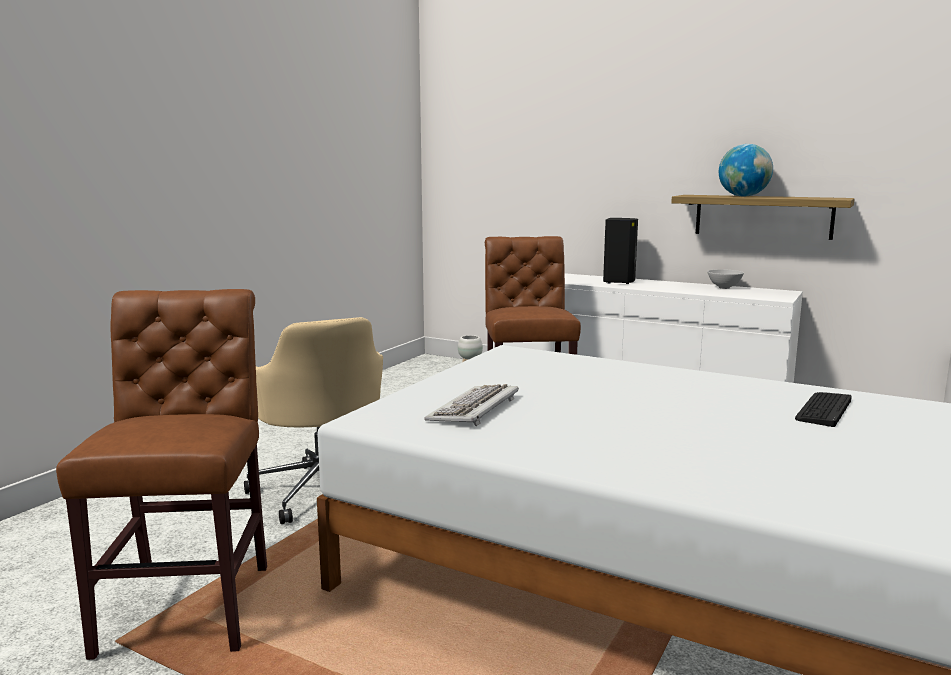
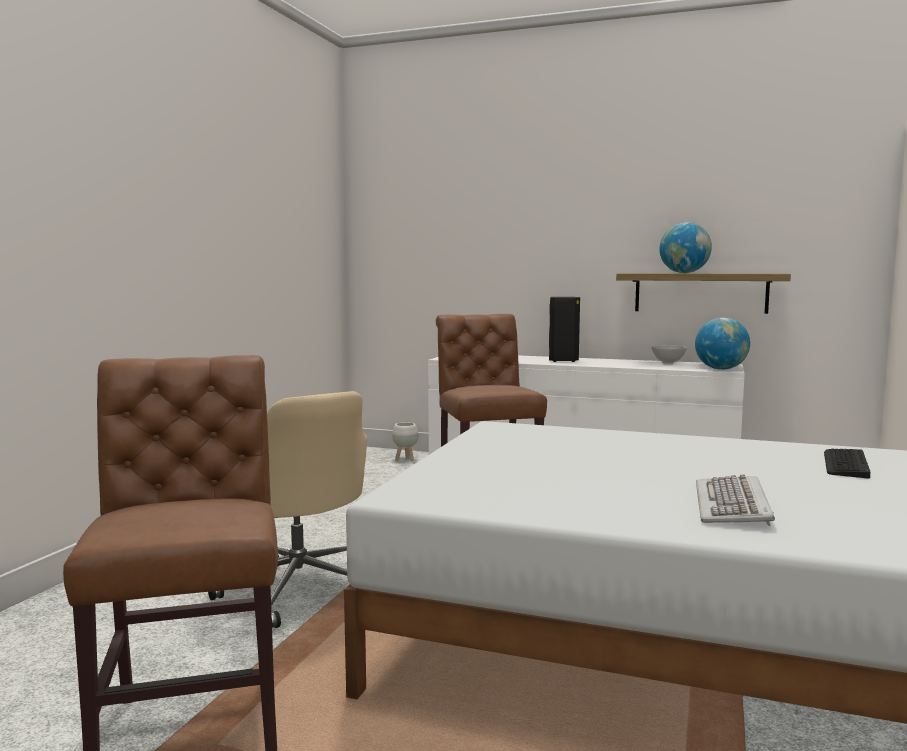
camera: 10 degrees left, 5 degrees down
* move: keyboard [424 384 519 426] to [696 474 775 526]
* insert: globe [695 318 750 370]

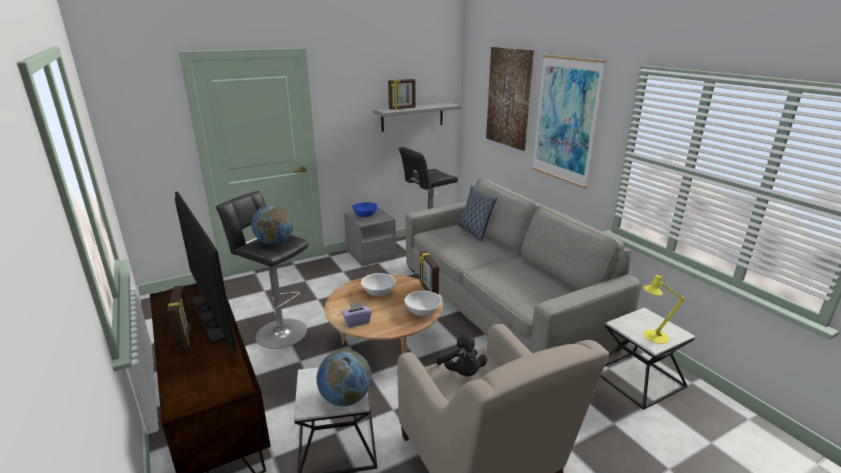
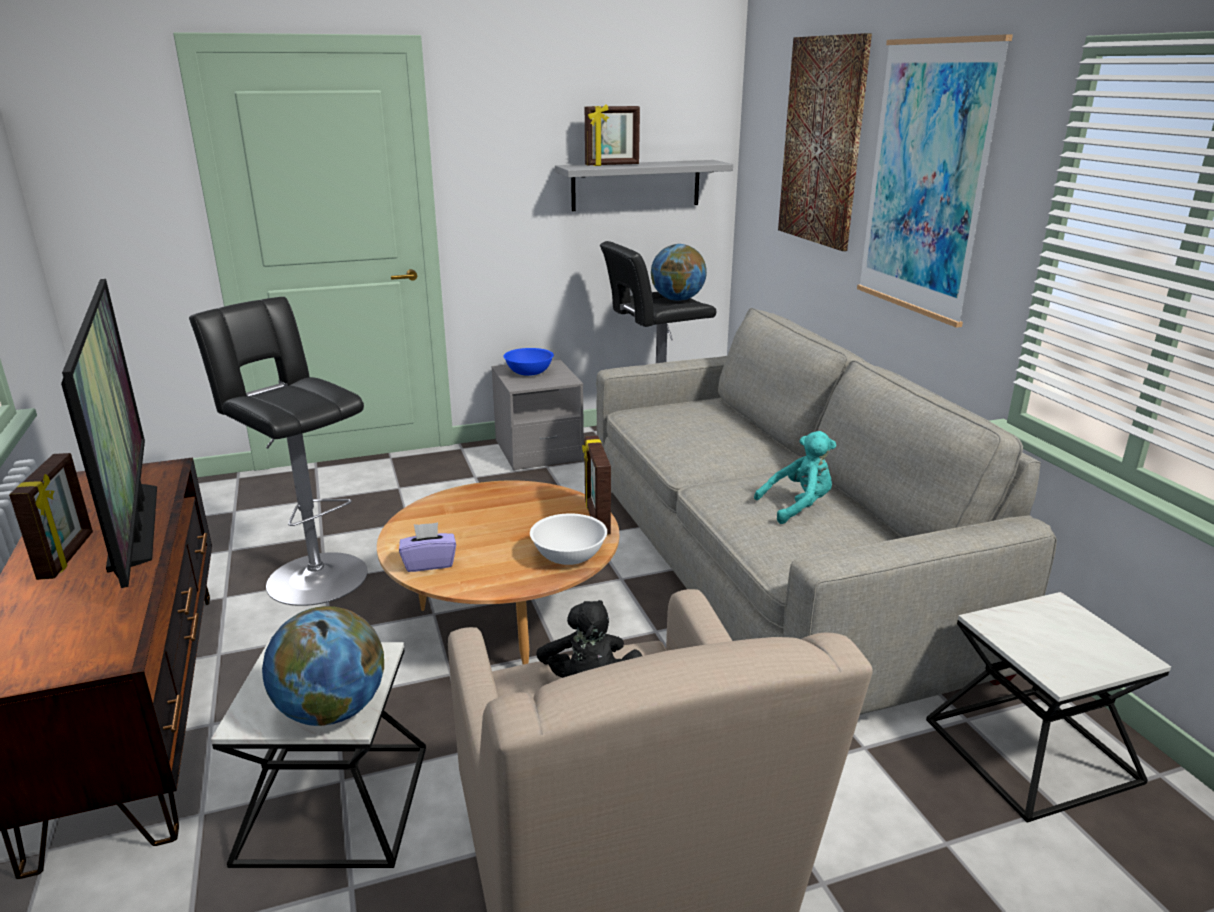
camera: 10 degrees right, 0 degrees up
* move: globe [251 204 294 245] to [651 244 707 301]
* delete: bowl/white [361 273 396 296]
* delete: throw pillow [458 185 497 242]
* delete: tabletop lamp/yellowish [643 272 685 344]
* insert: soft toy/turquoise-coloured [754 431 837 524]

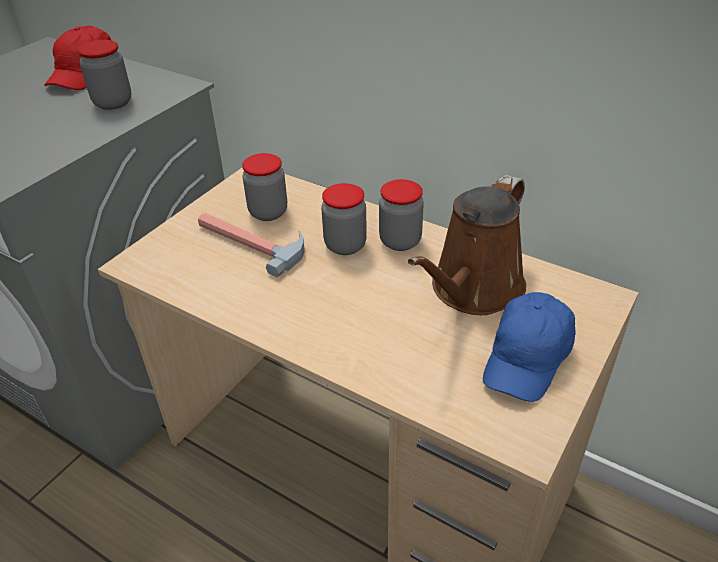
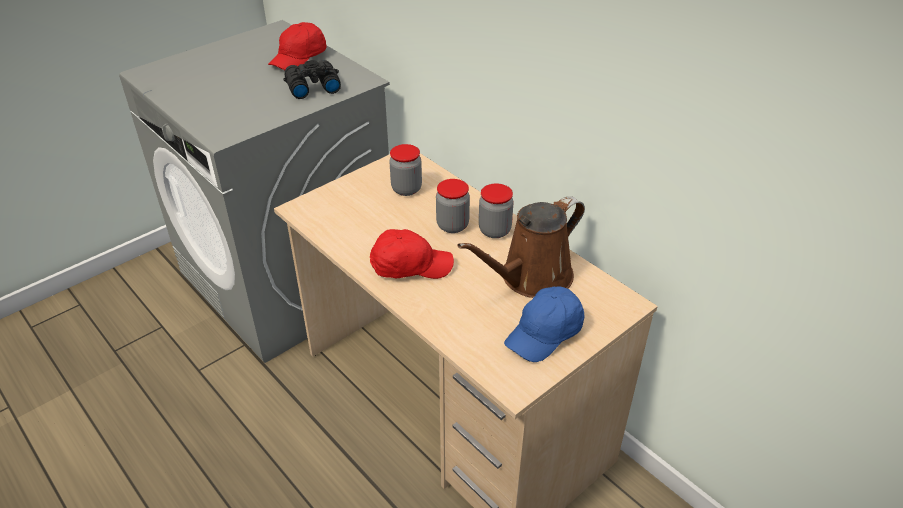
camera: 15 degrees right, 0 degrees up
* replace: preserve jar [77 40 132 110] to field glasses/black-coloured [283 60 341 99]
* delete: tool hammer [198 213 304 278]
* insert: baseball cap/red [370 229 454 279]

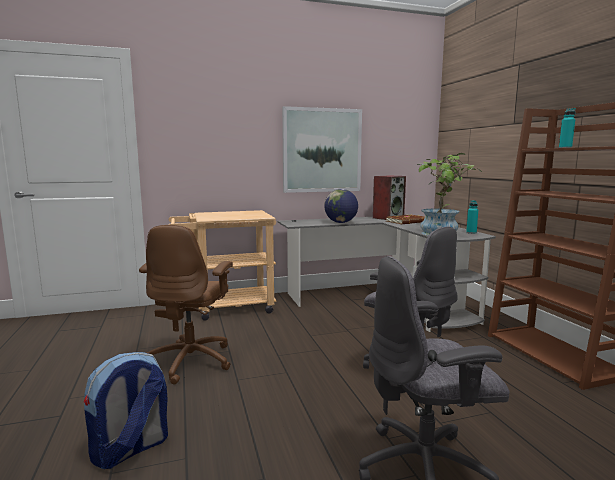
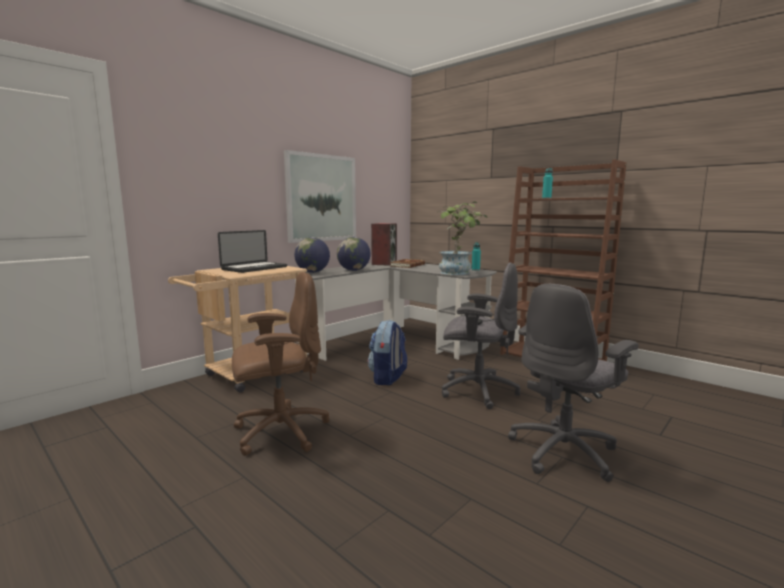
camera: 30 degrees left, 0 degrees up
* move: rucksack [84 352 168 469] to [368 320 407 385]
* rotate: office chair/brown-coloured [139 225 233 384] = [232 272 329 456] 90 degrees counterclockwise
* insert: notebook computer [218 230 287 273]
* insert: globe [294 237 330 273]

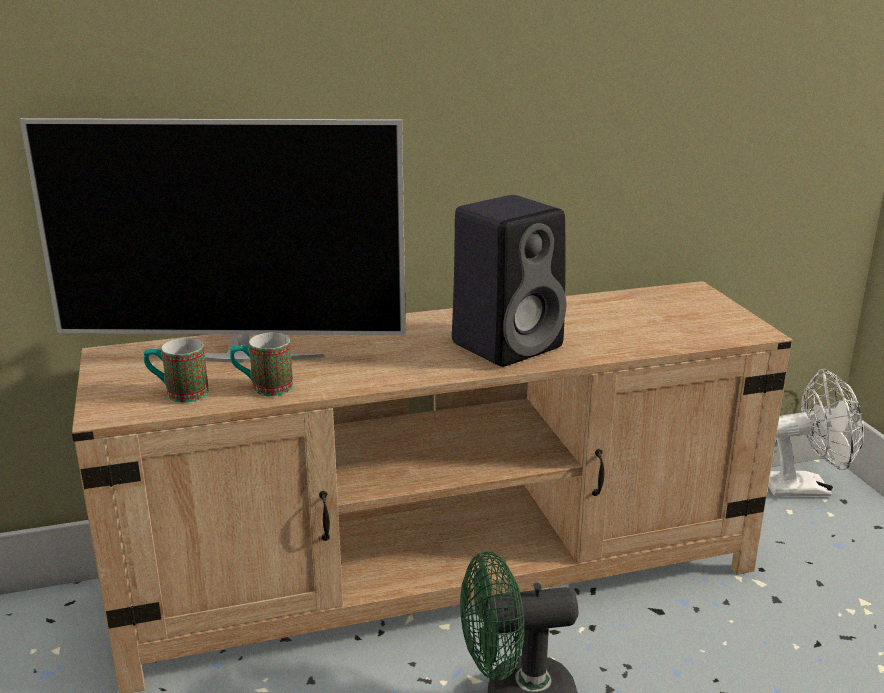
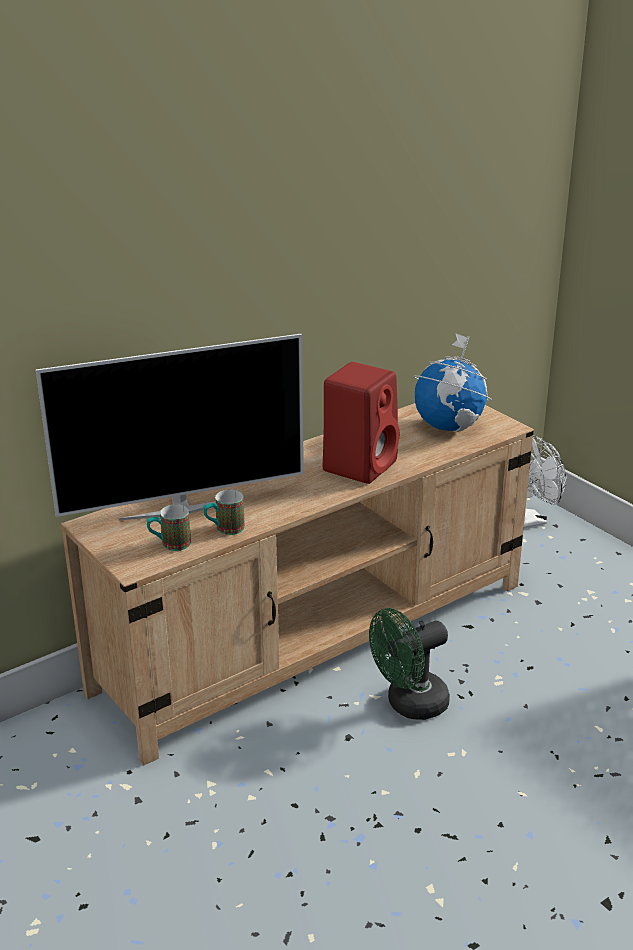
camera: 20 degrees left, 5 degrees up
* recolor: audio speaker/black-coloured [452 195 566 367] to audio speaker/red [323 362 399 484]
* insert: globe [413 333 492 432]

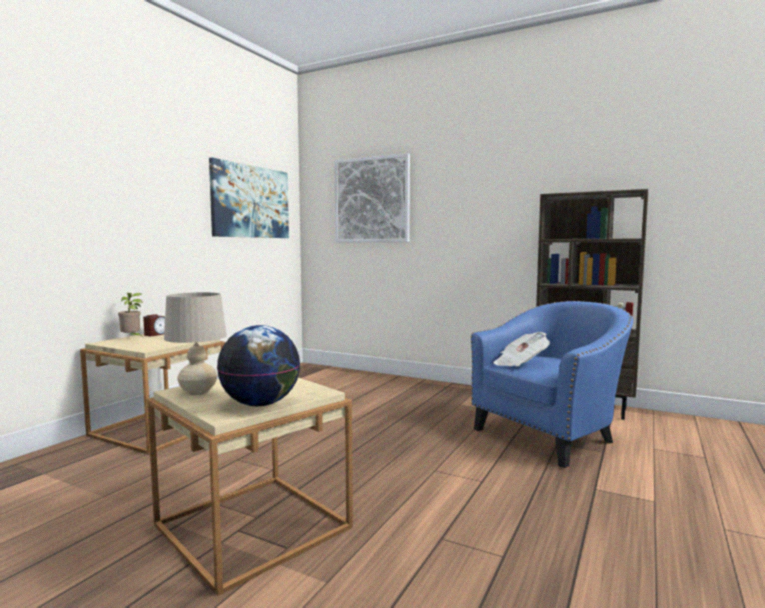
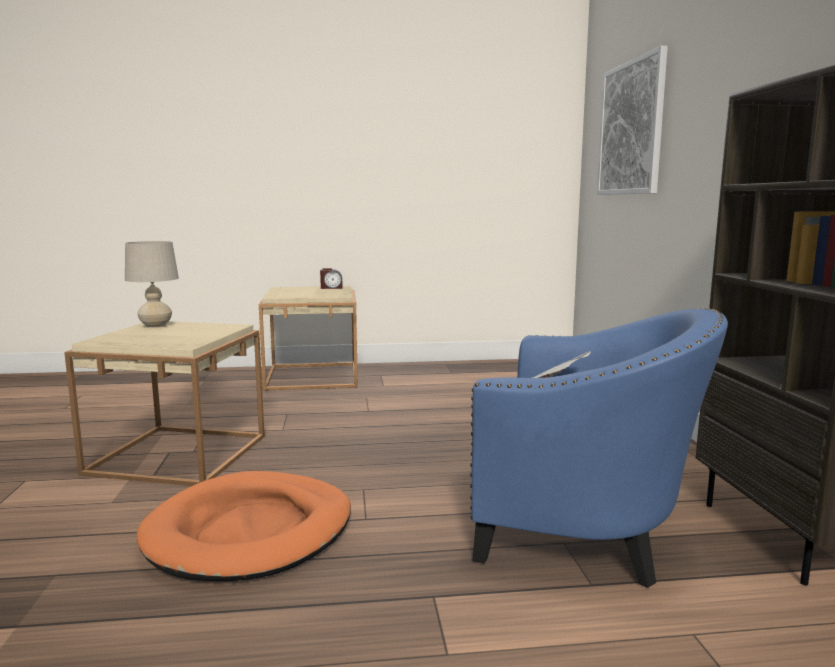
camera: 55 degrees right, 5 degrees up
* delete: potted plant [118 293 143 337]
* delete: wall picture [209 157 289 238]
* delete: globe [217 325 300 406]
* insert: pet bed/orangey [137 471 351 581]

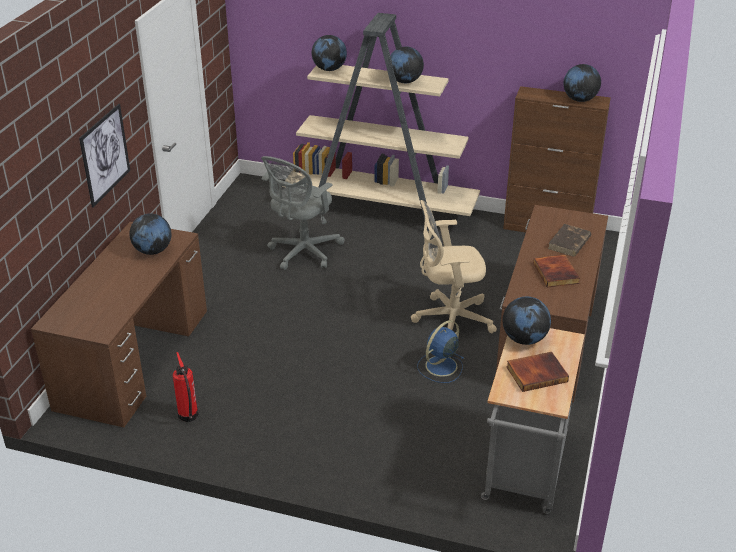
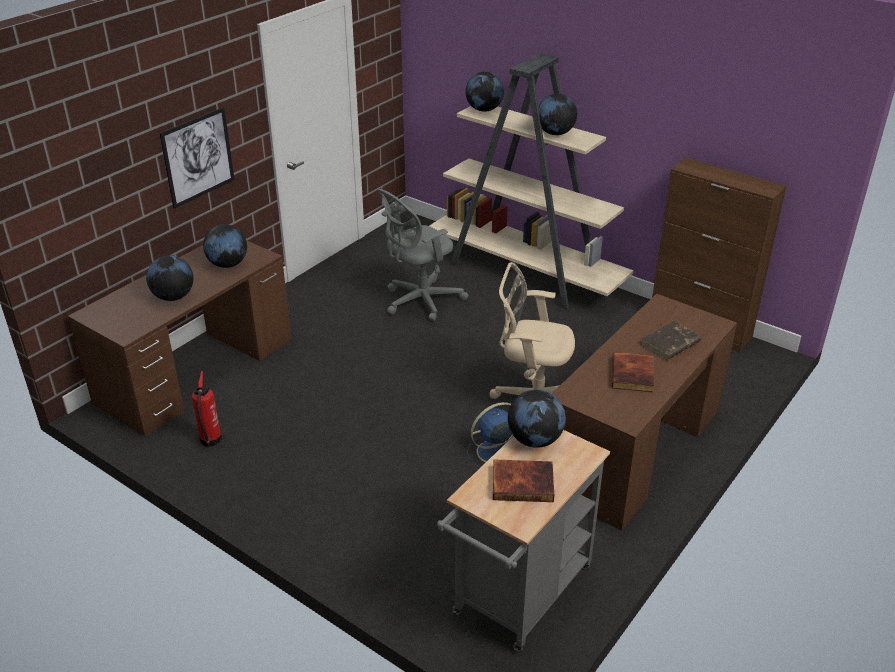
camera: 20 degrees right, 0 degrees up
* move: globe [564 64 601 102] to [146 255 193 301]

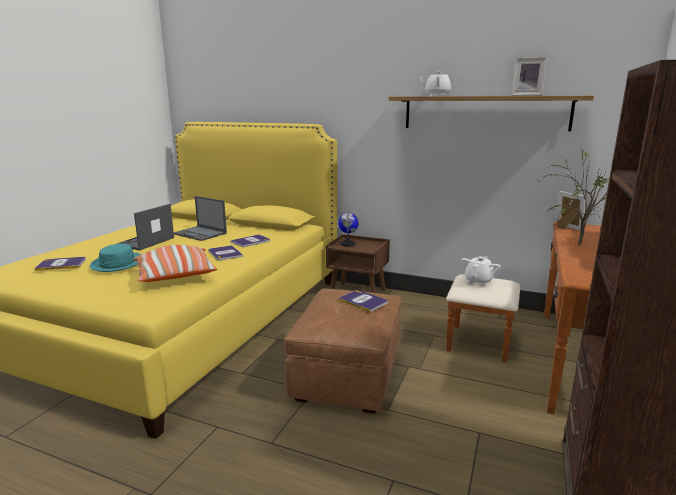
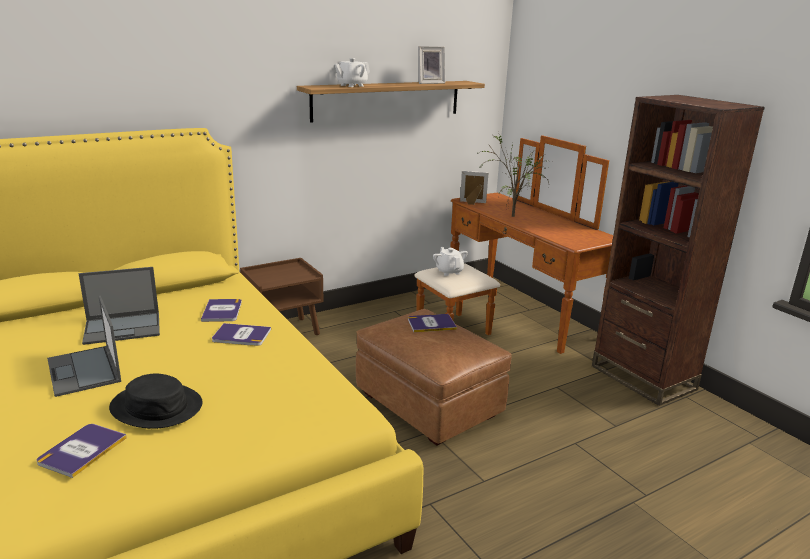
camera: 55 degrees left, 5 degrees up
* recolor: hat/turquoise-coloured [90 244 141 272] to hat/black-coloured [109 374 203 429]
* delete: throw pillow [134 245 217 282]
* delete: globe [338 212 359 247]

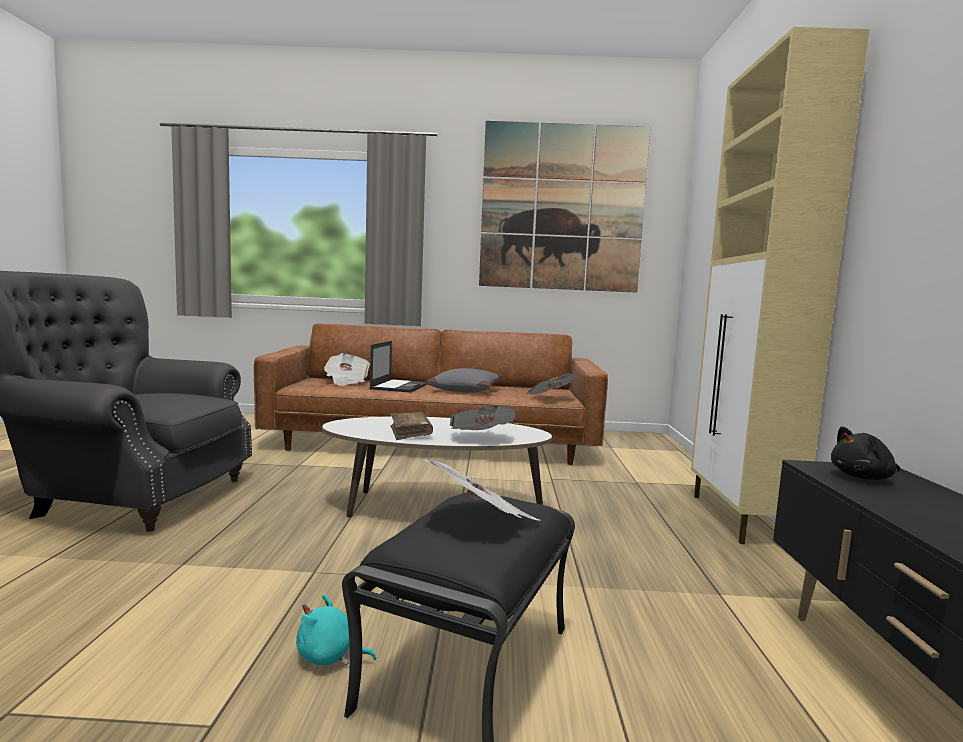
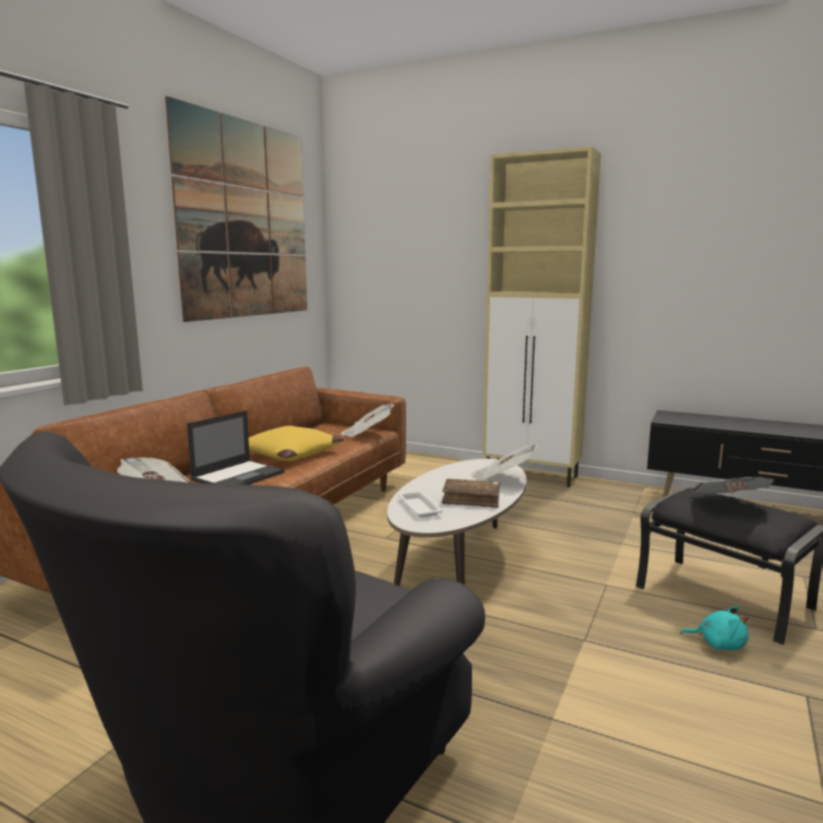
camera: 65 degrees left, 5 degrees up
* rotate: soft toy/turquoise-coloured [296 594 376 665] = [680 606 749 650] 105 degrees counterclockwise
* rotate: notebook computer [369 341 427 393] = [187 411 284 485] 90 degrees clockwise
* recolor: throw pillow/grey [425 368 503 393] to throw pillow/yellowish [248 426 345 461]
* delete: soft toy/black-coloured [831 426 900 480]
* insert: tray/white [398 491 443 518]

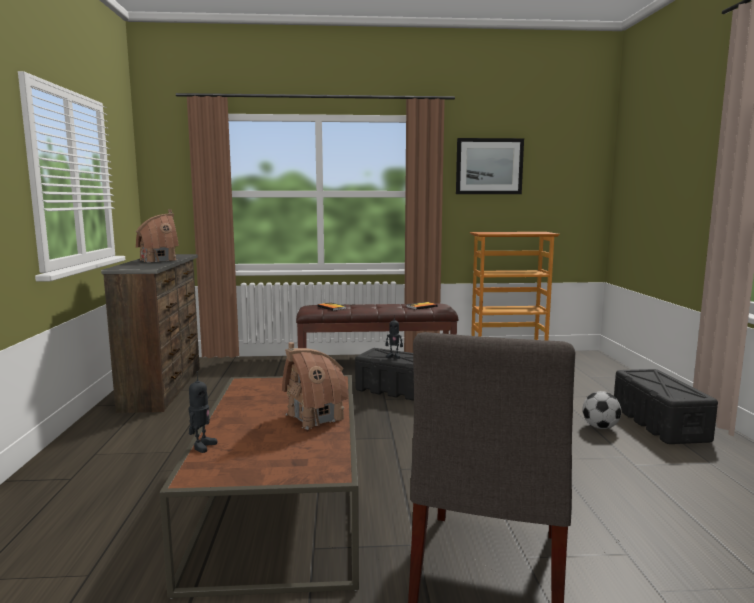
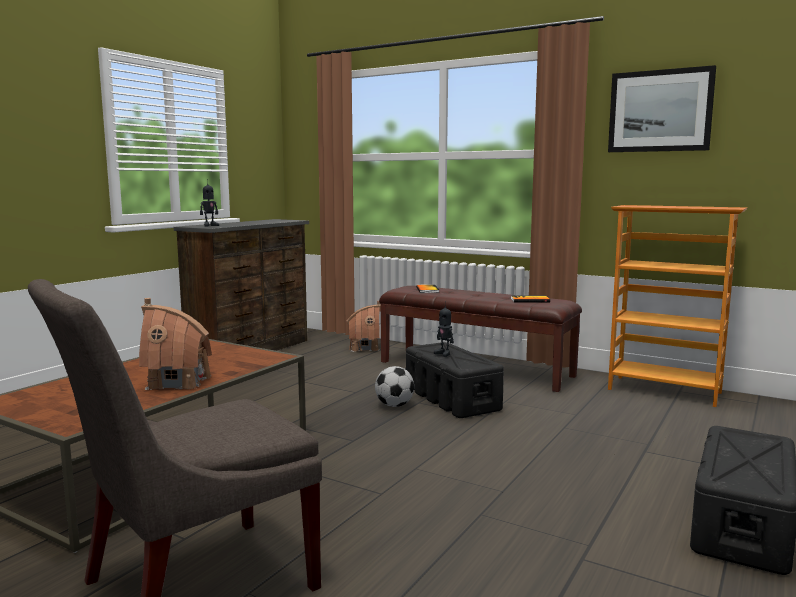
camera: 35 degrees right, 0 degrees up
* move: model house [135 209 179 263] to [347 301 381 352]
* move: toy robot [188 372 217 453] to [200 179 219 227]
* move: football ball [582 391 621 429] to [375 366 414 407]

